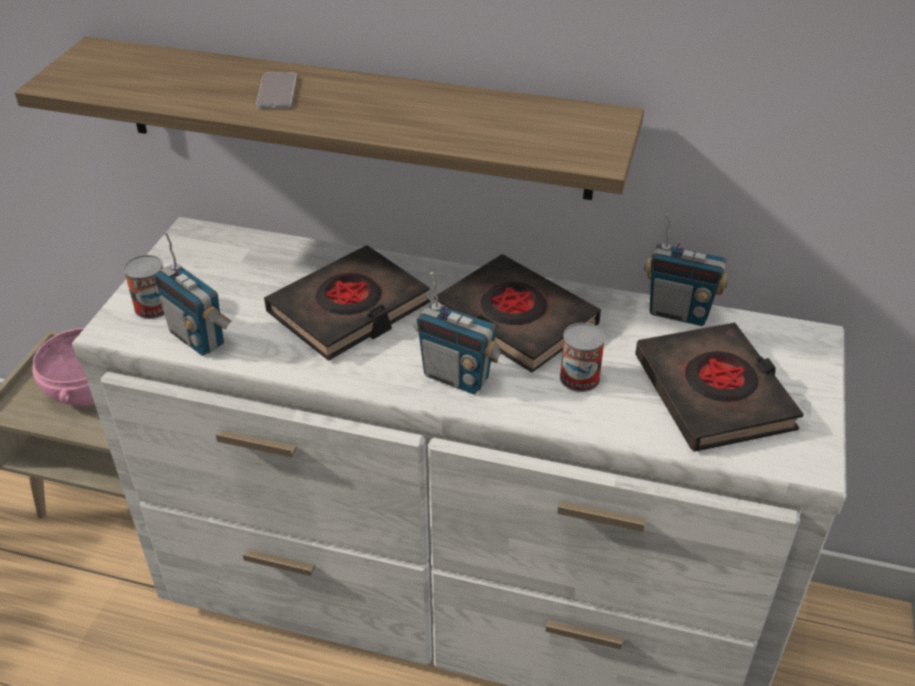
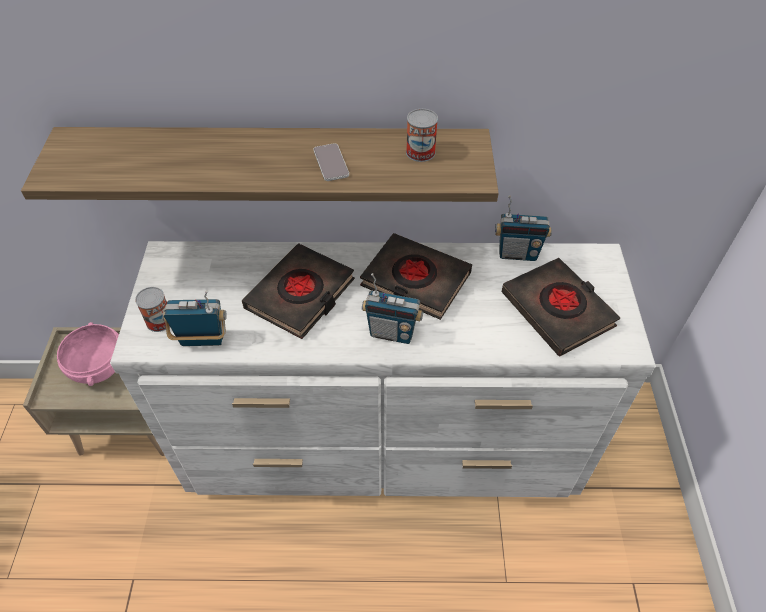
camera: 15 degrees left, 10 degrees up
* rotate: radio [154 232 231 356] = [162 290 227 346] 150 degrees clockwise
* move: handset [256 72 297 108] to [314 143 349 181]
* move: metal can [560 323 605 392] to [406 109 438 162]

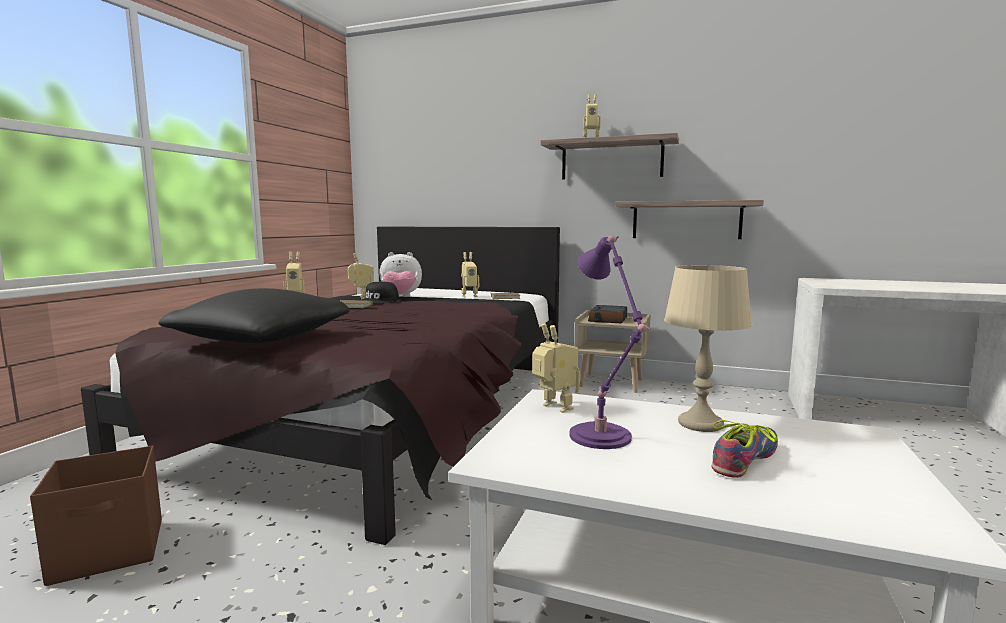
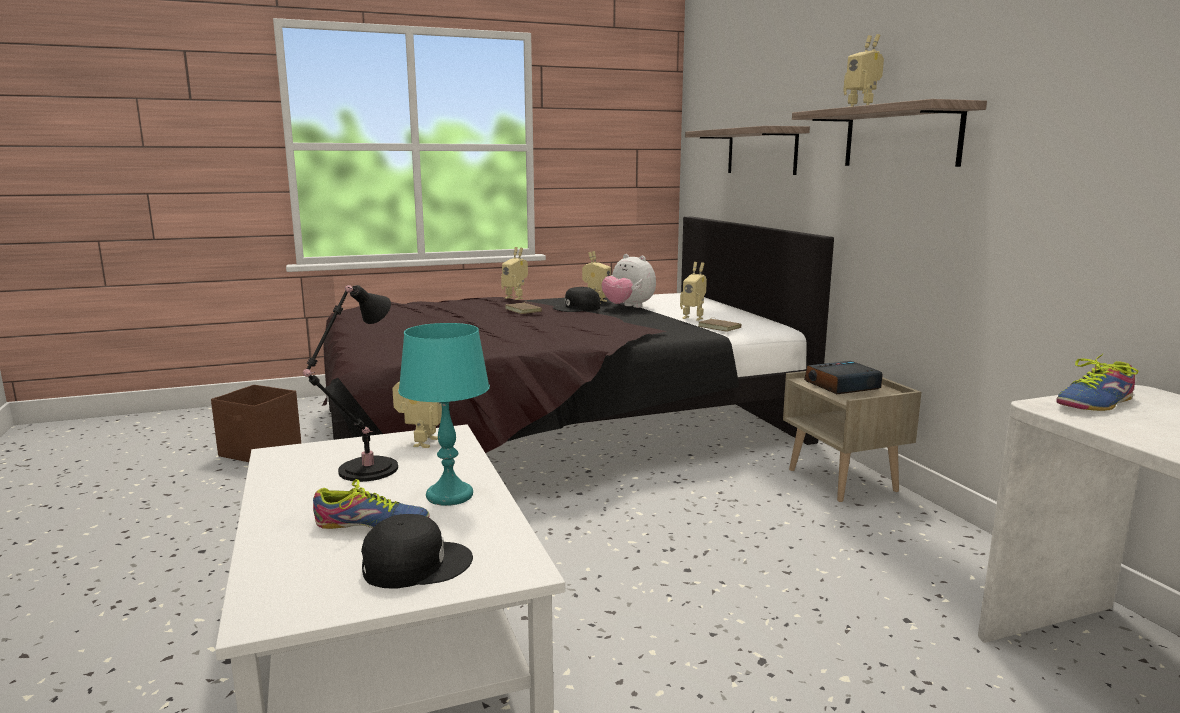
camera: 50 degrees right, 5 degrees up
* delete: throw pillow/black-coloured [158 288 350 343]
* recolor: tabletop lamp/purple-coloured [569 236 651 449] to tabletop lamp/black-coloured [303 285 398 482]
* move: wall shelf [615 200 764 239] to [685 126 810 175]
* recolor: tabletop lamp/beige [664 265 752 432] to tabletop lamp/turquoise-coloured [398 323 490 506]
* insert: baseball cap/black-coloured [361 514 473 588]
* insert: shoe [1056 353 1138 411]

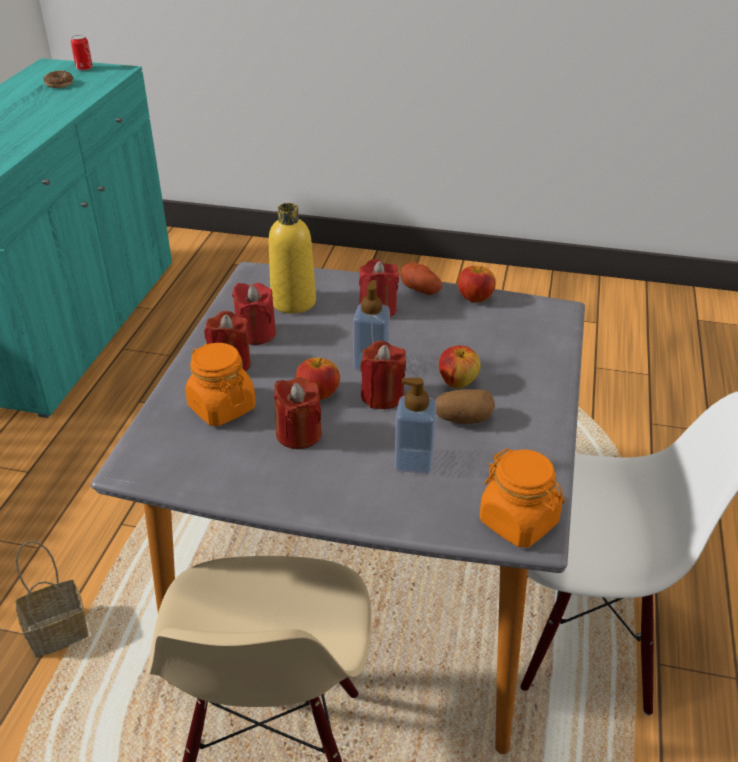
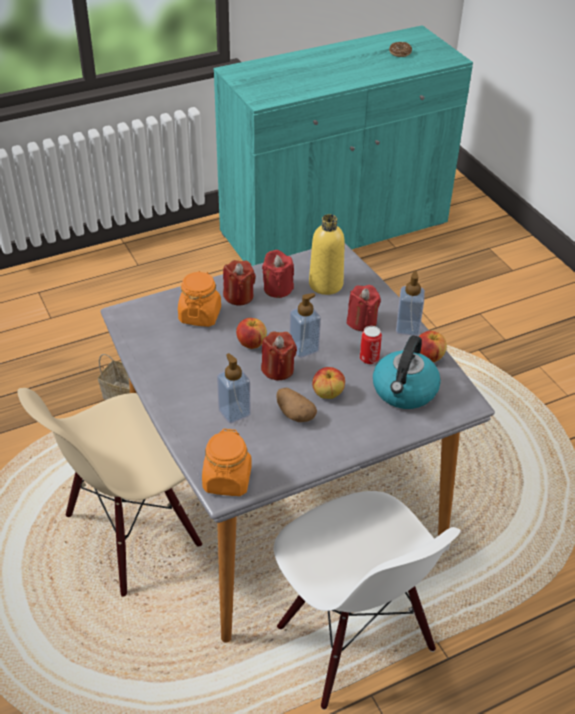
camera: 50 degrees right, 5 degrees up
* move: metal can [71 35 93 71] to [360 326 382 364]
* delete: candle/red [274 377 322 449]
* replace: potato [400 262 442 295] to liquid soap bottle [396 271 425 336]
* insert: tea kettle [373 335 441 409]

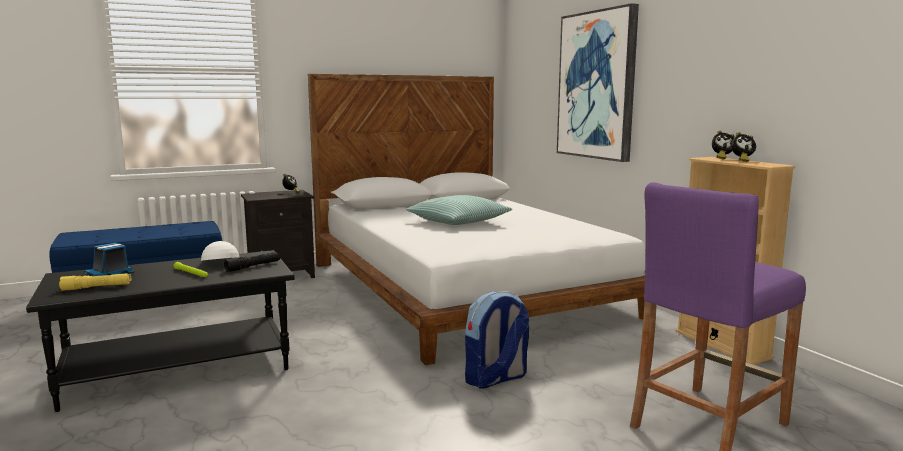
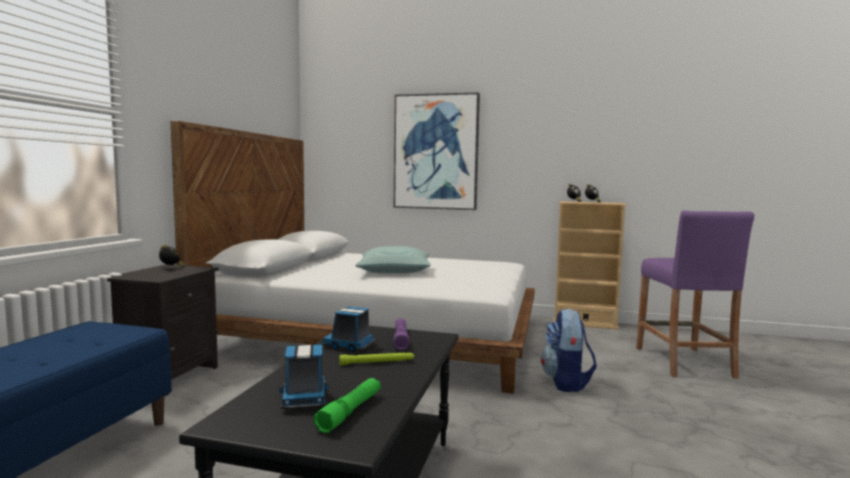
camera: 50 degrees left, 5 degrees down
* recolor: hand torch/yellowish [59 273 131 291] to hand torch/green [314 378 381 433]
* replace: baseball cap/white [201 241 239 261] to model truck [322 307 375 352]
* recolor: hand torch/black-coloured [224 252 280 272] to hand torch/purple-coloured [394 318 409 350]

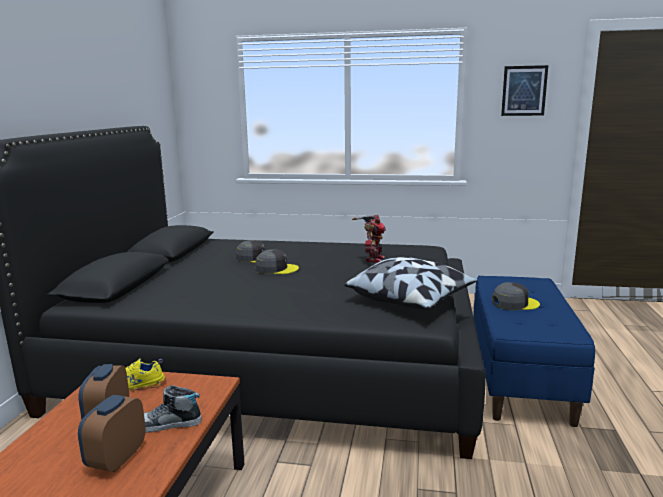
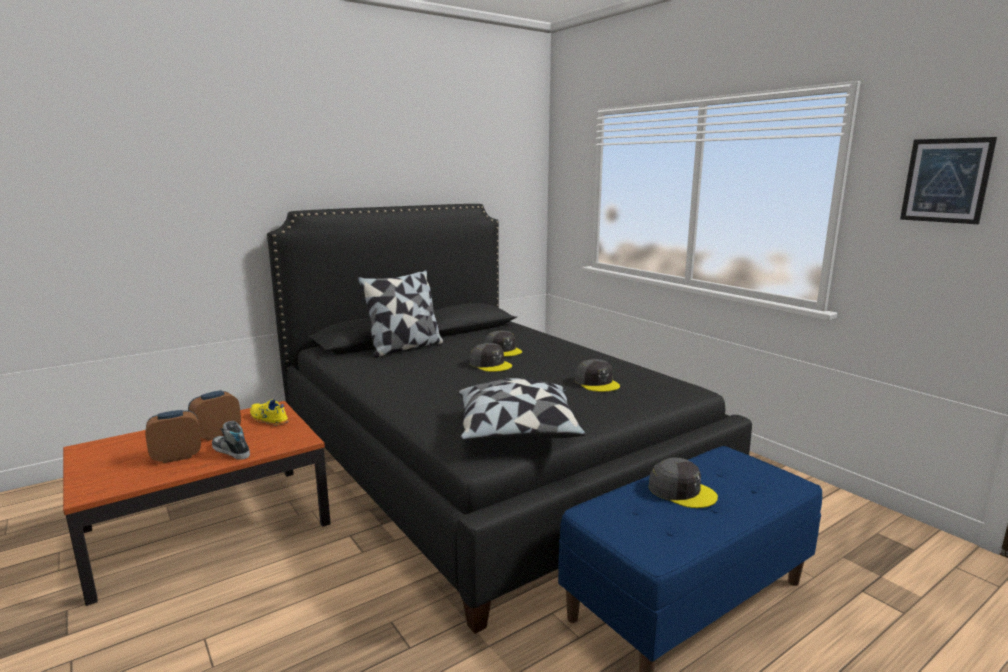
camera: 45 degrees right, 0 degrees up
* replace: toy robot [352 215 386 263] to baseball cap/grey [575 359 620 392]
* insert: throw pillow [357 270 444 358]

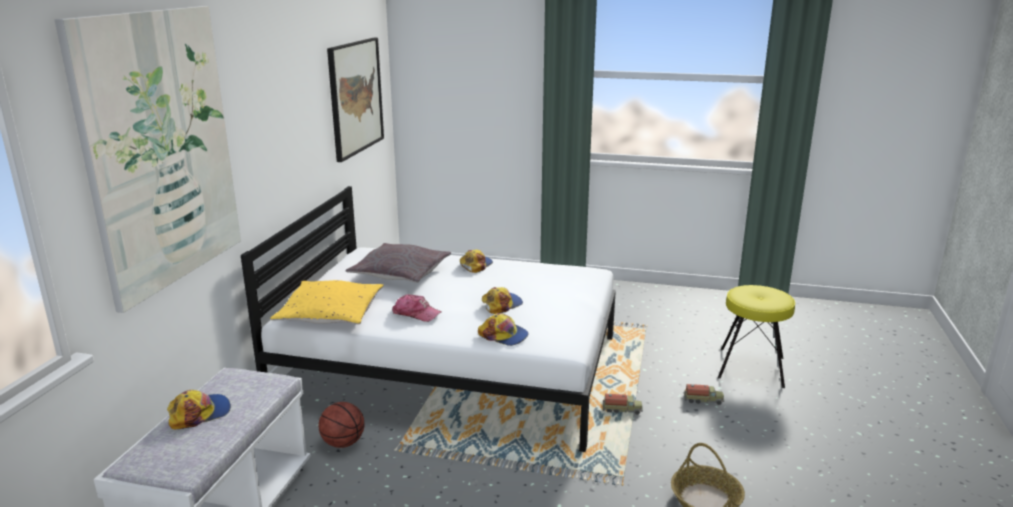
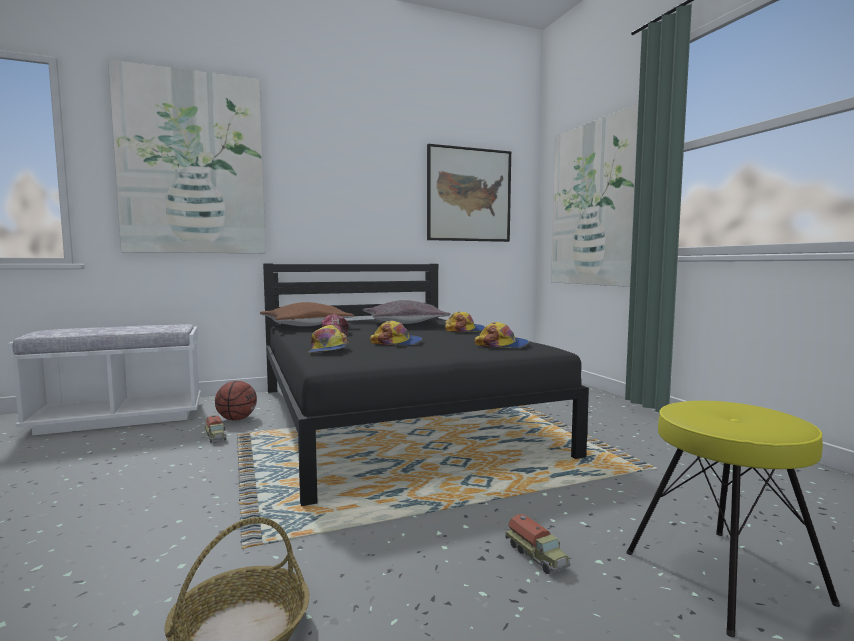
camera: 55 degrees right, 15 degrees down
* move: baseball cap [167 390 231 429] to [474 322 529 348]
* recolor: bed/white [241 186 616 452] to bed/black-coloured [263 264 589 506]
* recolor: throw pillow/yellowish [270 280 383 324] to throw pillow/brown-coloured [260 302 354 326]
* move: model truck [603 394 643 415] to [205 415 227 443]
* insert: wall picture [551 103 639 287]

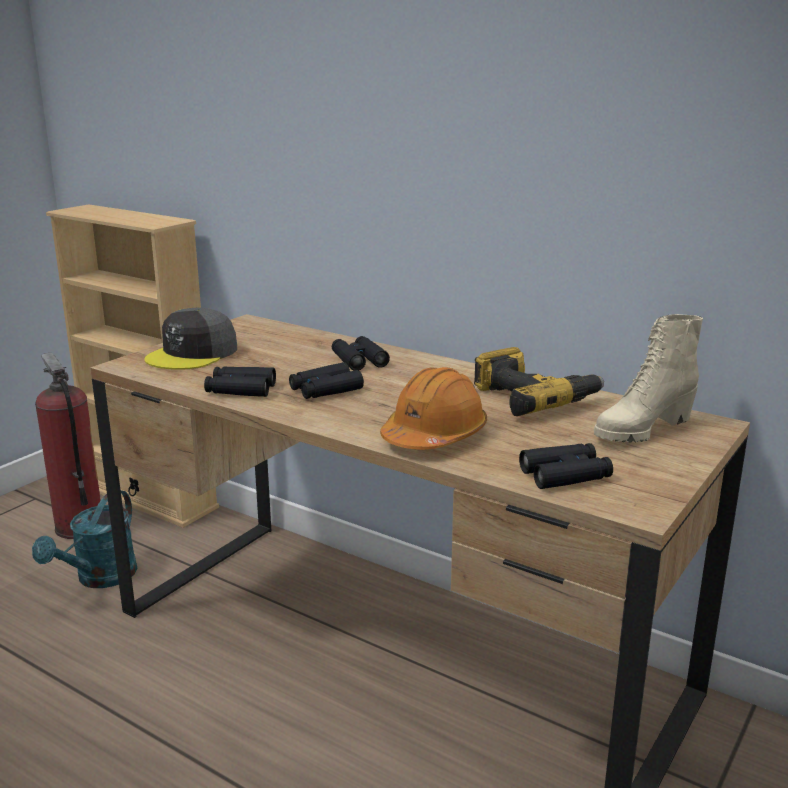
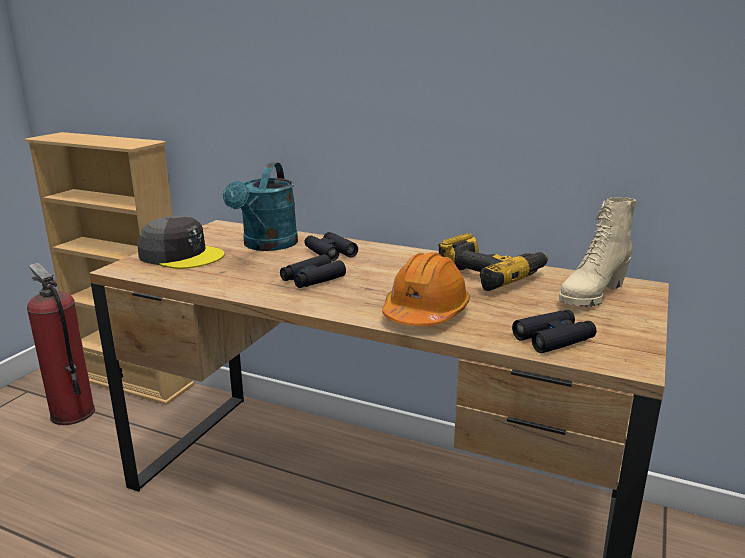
camera: 10 degrees left, 0 degrees up
* move: watering can/turquoise-coloured [32 490 137 588] to [223 162 298 251]
* rotate: baseball cap/grey [144 308 237 370] = [138 215 225 269] 90 degrees counterclockwise
* delete: field glasses/black-coloured [204 366 276 397]

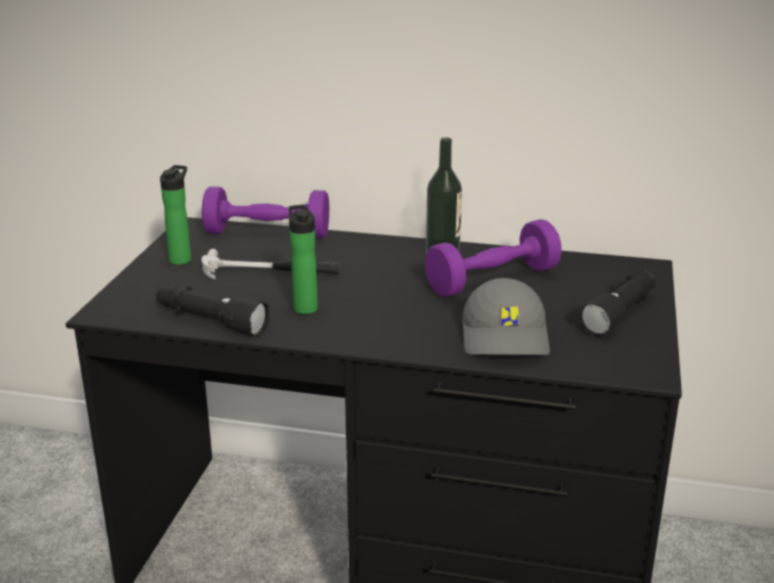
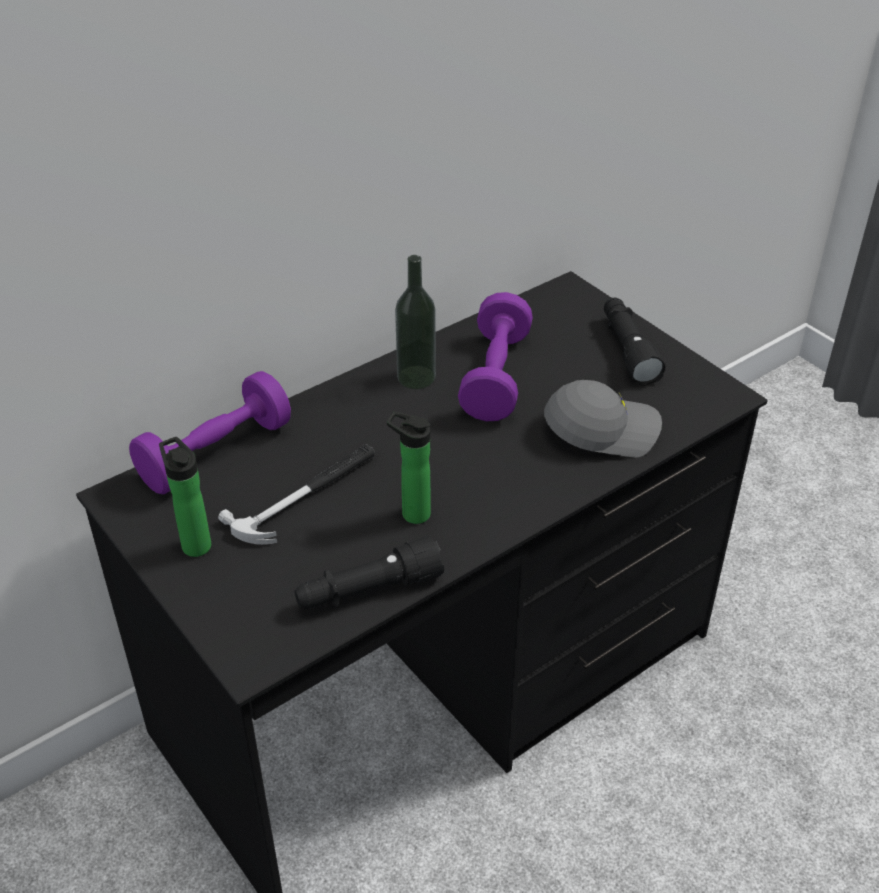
camera: 50 degrees left, 15 degrees up
* rotate: baseball cap/grey [463 278 550 355] = [544 380 662 458] 45 degrees counterclockwise

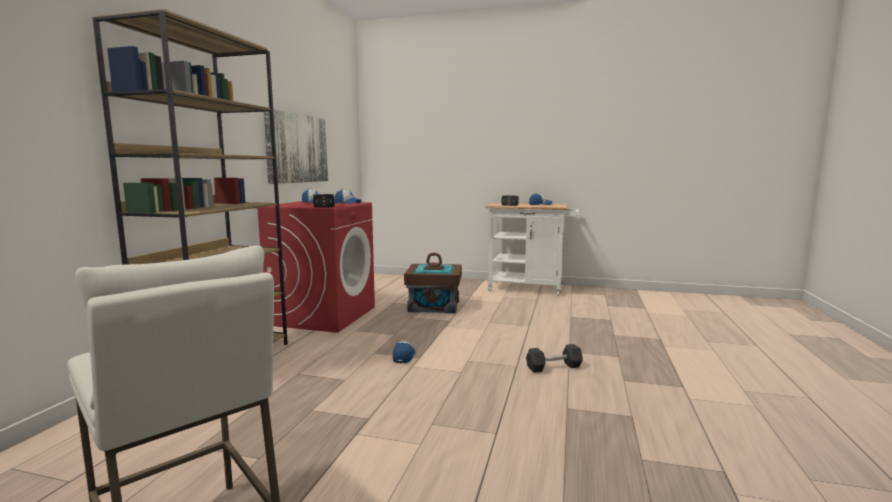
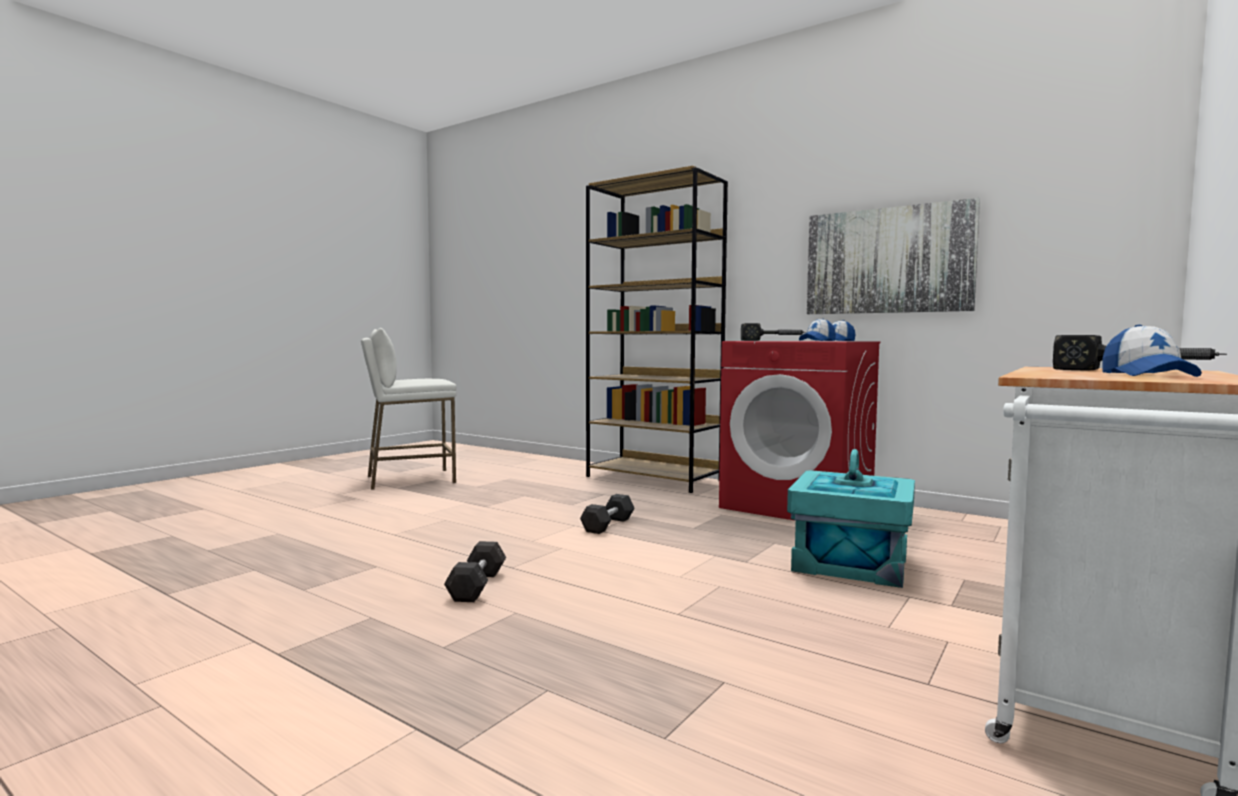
camera: 110 degrees right, 5 degrees down
* replace: baseball cap [393 341 416 363] to dumbbell/grey [580 494 635 534]
* recolor: storage bin/brown-coloured [404 253 462 314] to storage bin/turquoise-coloured [787 449 915 588]

